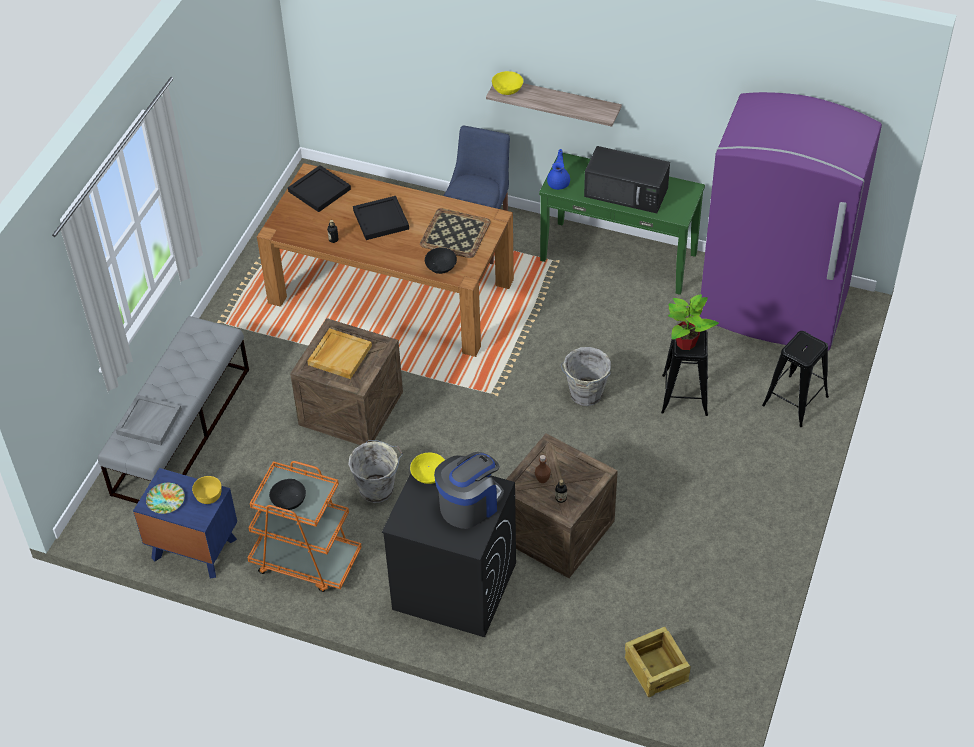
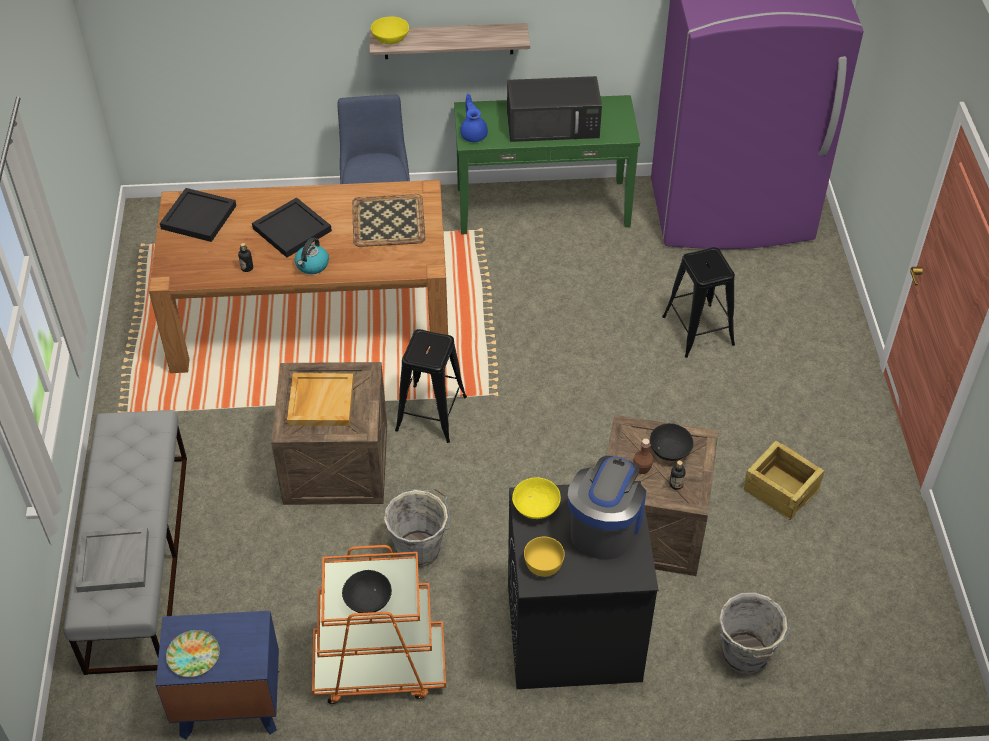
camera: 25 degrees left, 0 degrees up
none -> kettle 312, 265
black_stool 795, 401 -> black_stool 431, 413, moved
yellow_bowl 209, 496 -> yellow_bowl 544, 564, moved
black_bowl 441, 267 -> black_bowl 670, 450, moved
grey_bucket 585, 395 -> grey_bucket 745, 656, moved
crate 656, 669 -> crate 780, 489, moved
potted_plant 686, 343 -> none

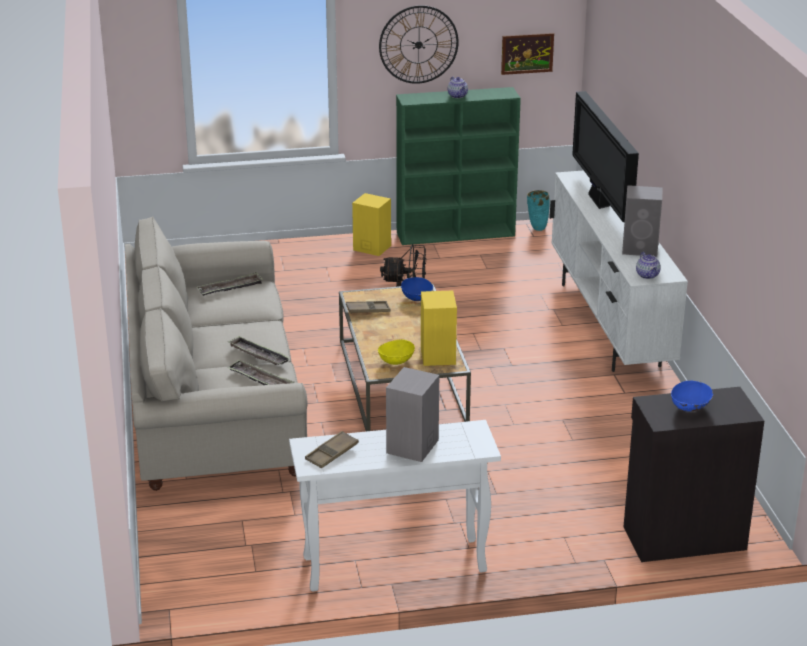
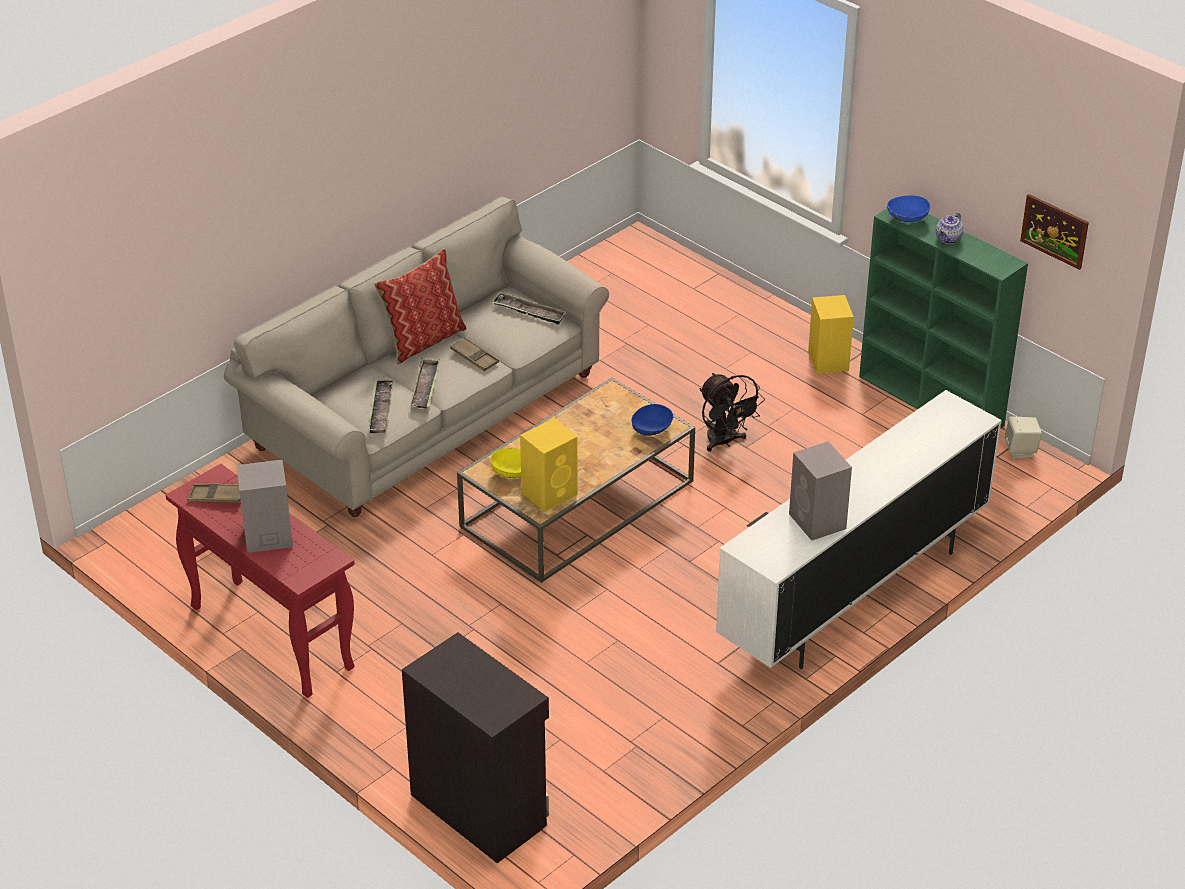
camera: 55 degrees right, 10 degrees up
white_console_table 393, 565 -> red_console_table 270, 637
none -> pillow 423, 340
brown_tray 368, 310 -> brown_tray 474, 357, moved
blue_bowl 690, 407 -> blue_bowl 907, 219, moved
turquoise_vase 537, 228 -> beige_speaker 1021, 451
wall_clock 418, 44 -> none
television 599, 202 -> none
teapot 648, 275 -> none

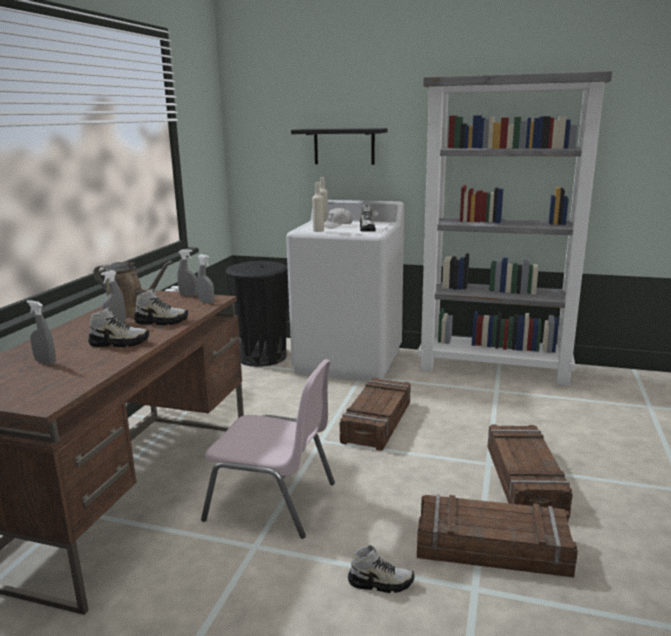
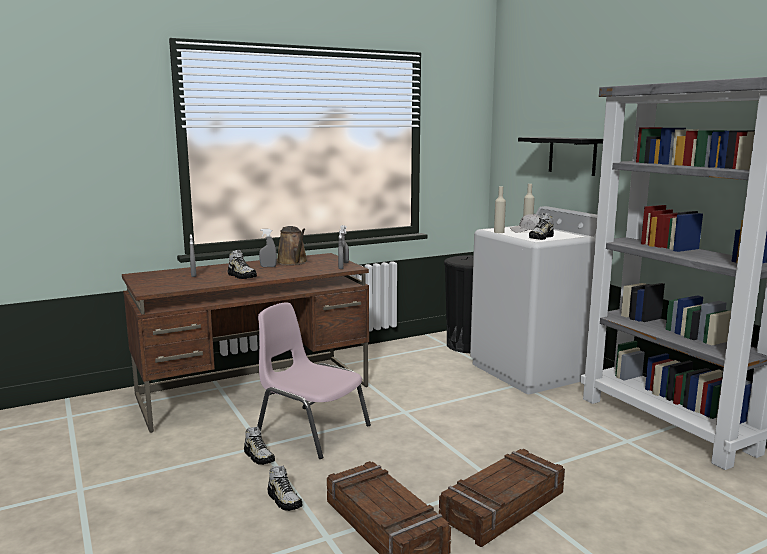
camera: 45 degrees right, 5 degrees down
shoe 161, 322 -> shoe 259, 456, moved
pink_chair 273, 501 -> pink_chair 311, 430, 150 degrees clockwise
crate 378, 422 -> none

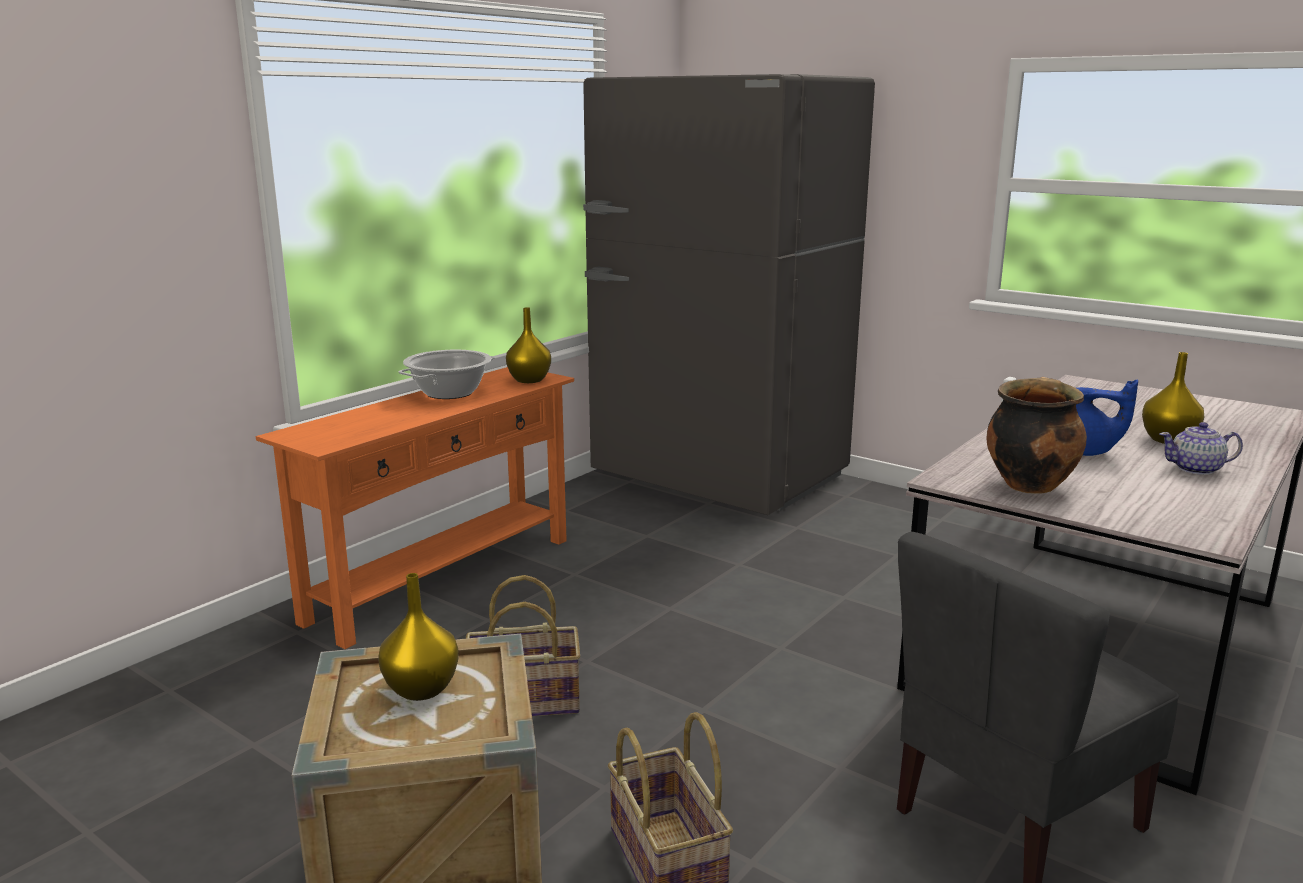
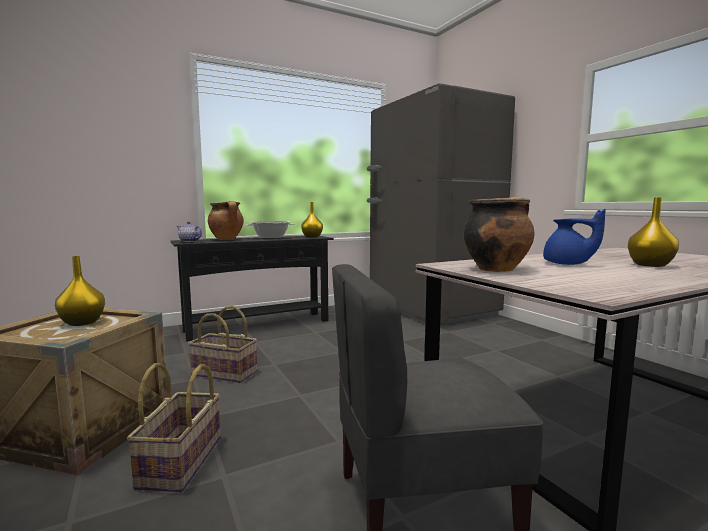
camera: 25 degrees right, 10 degrees down
orange_console_table 442, 579 -> black_console_table 258, 325
teapot 1196, 469 -> teapot 189, 241, moved
none -> cooking_pot 227, 239

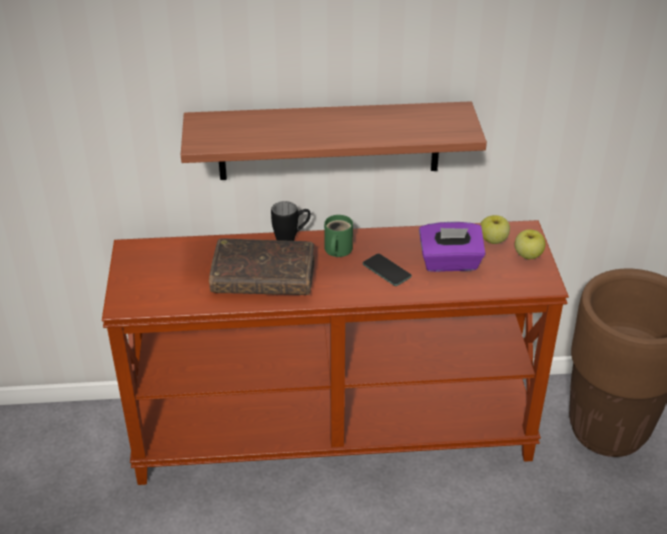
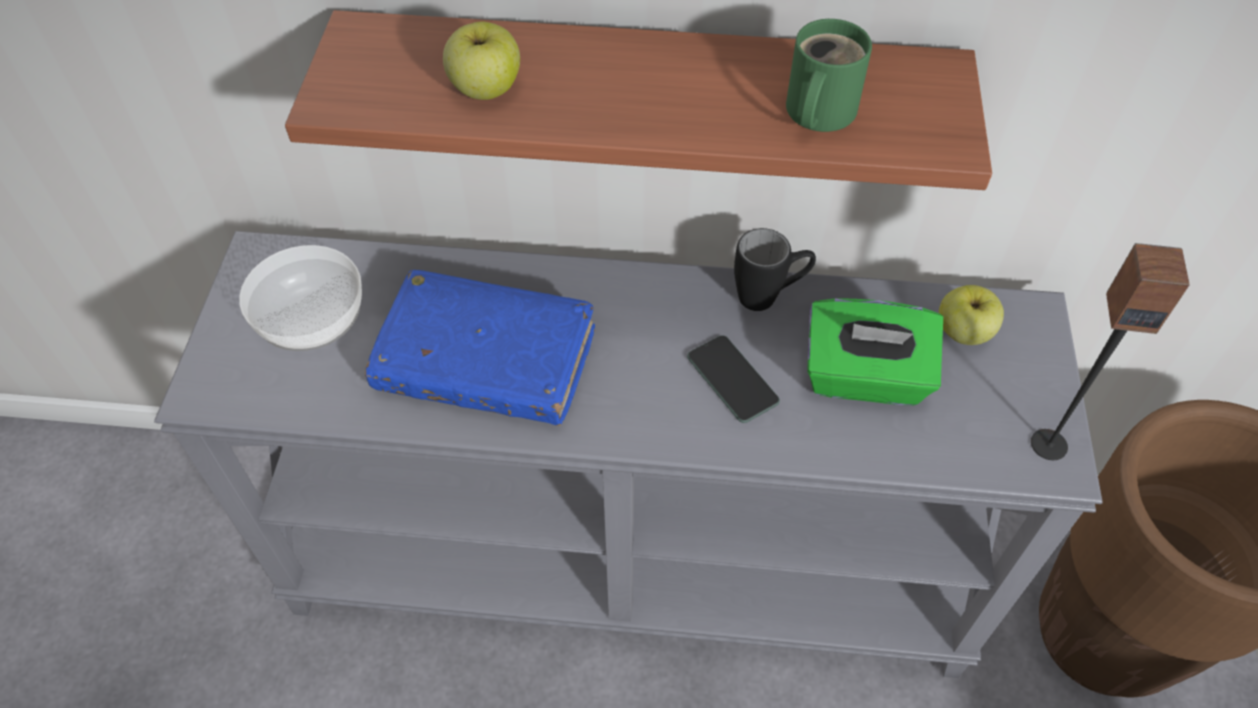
camera: 10 degrees right, 15 degrees up
brown_console_table 334, 430 -> grey_console_table 631, 559
none -> bowl 311, 320
brown_book 263, 277 -> blue_book 486, 361
apple 528, 255 -> apple 485, 88, moved
black_mug 291, 238 -> black_mug 769, 296, moved
green_mug 336, 250 -> green_mug 816, 112, moved
purple_tissue_box 450, 263 -> green_tissue_box 864, 378
none -> speaker 1049, 444

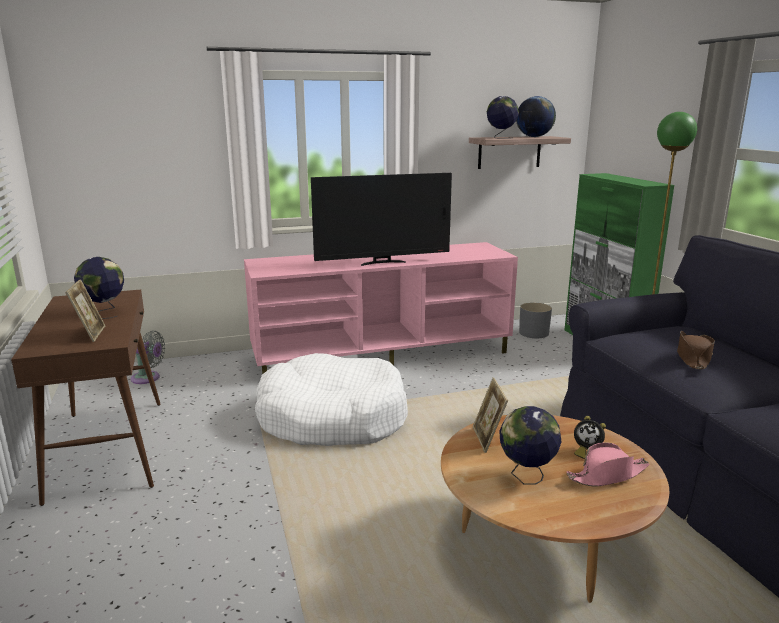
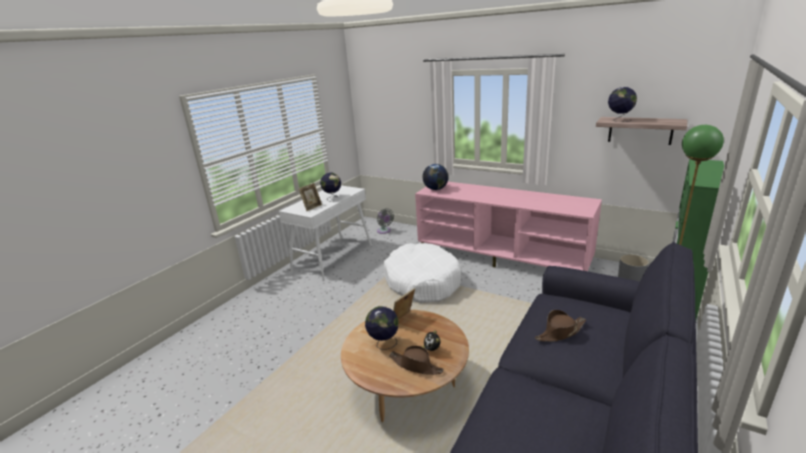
camera: 50 degrees right, 5 degrees up
brown_console_table 108, 447 -> white_console_table 333, 257
pink_hat 607, 475 -> brown_hat 416, 365
globe 534, 137 -> globe 436, 189, moved
television 382, 262 -> none

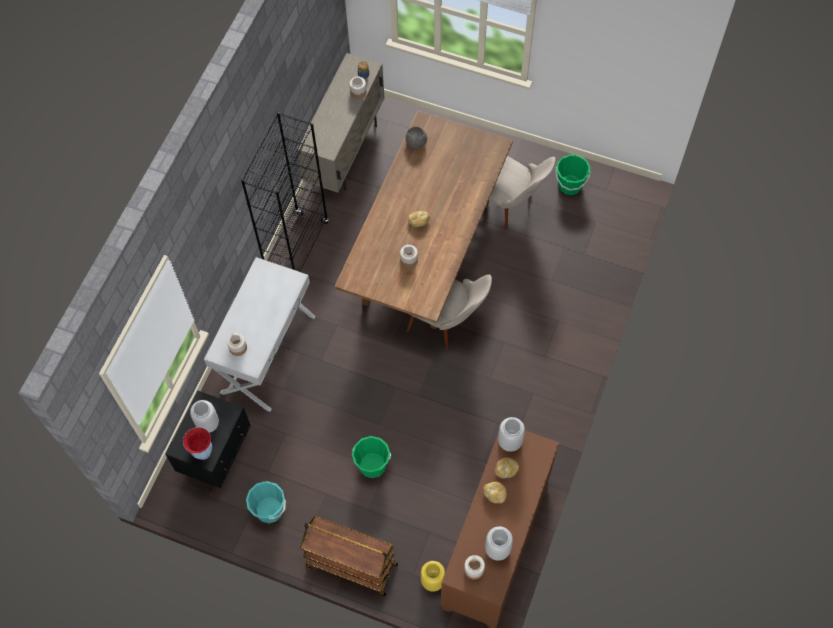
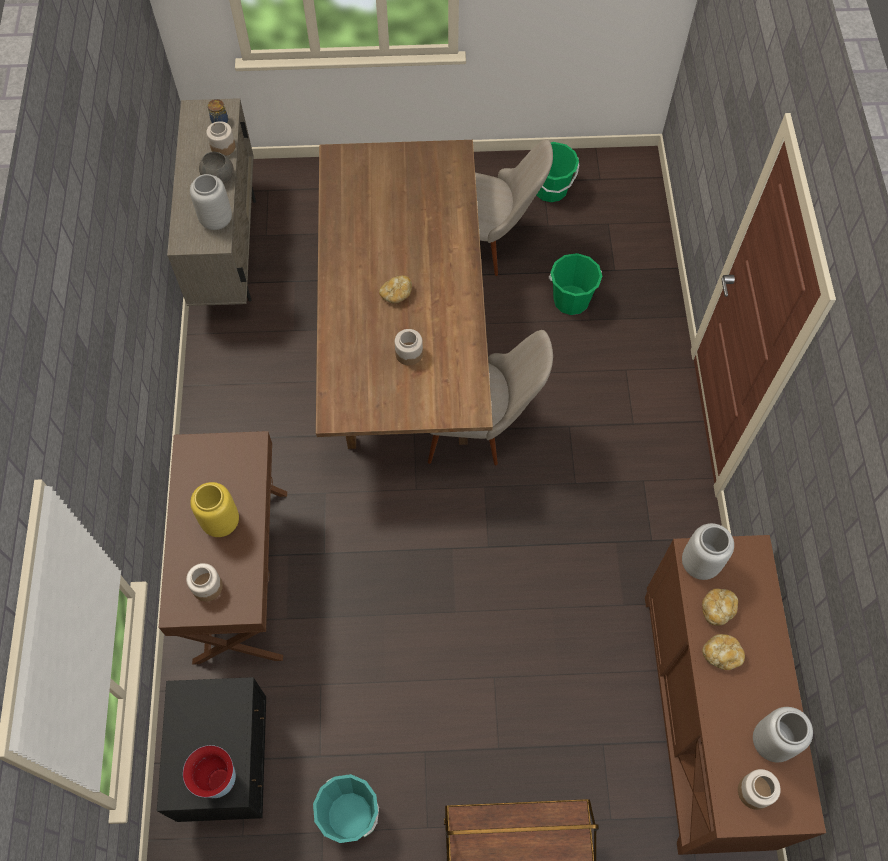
camera: 25 degrees left, 0 degrees up
white_console_table 267, 353 -> brown_console_table 240, 574
grey_vase 208, 423 -> grey_vase 216, 220, moved
yellow_vase 432, 581 -> yellow_vase 220, 522, moved
grey_bowl 416, 142 -> grey_bowl 218, 177, moved
green_bucket 372, 465 -> green_bucket 571, 300, moved
black_bookcase 297, 248 -> none

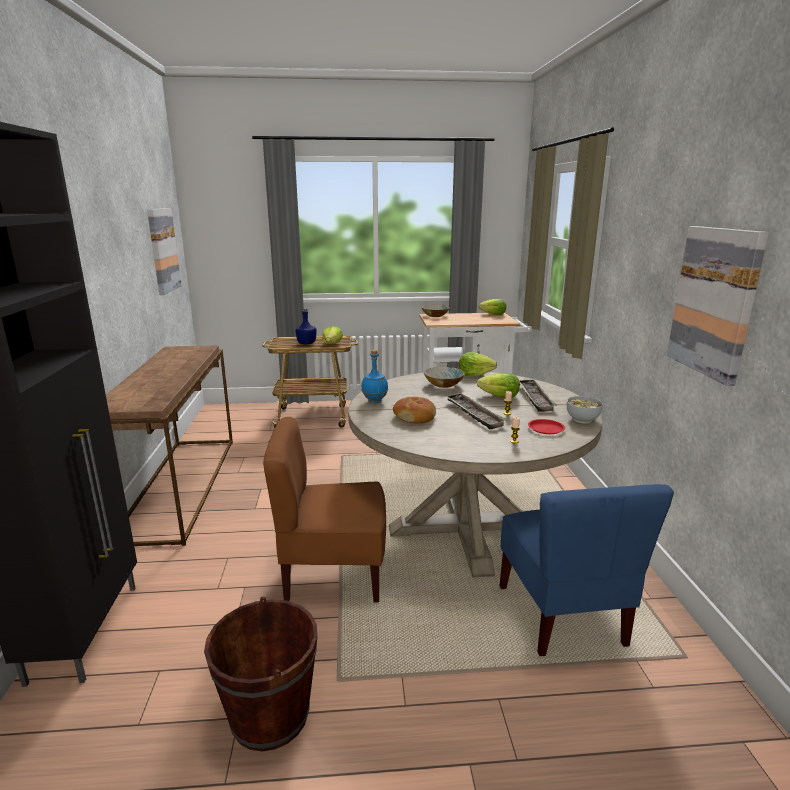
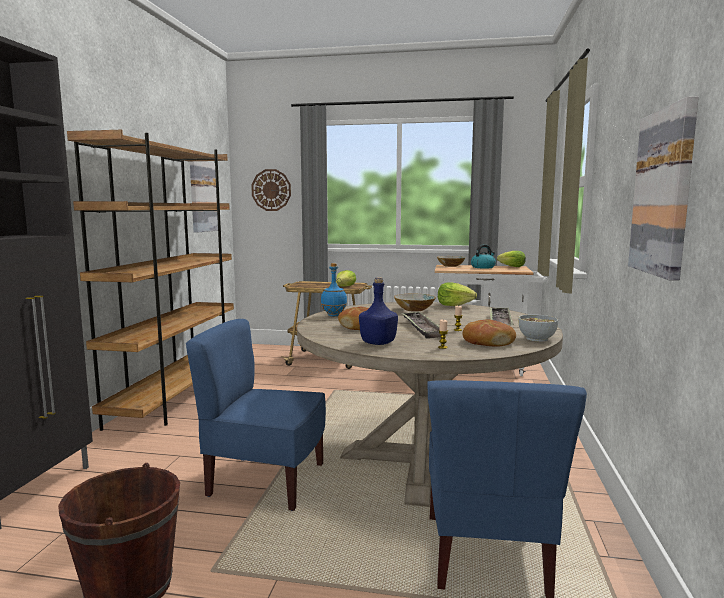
camera: 15 degrees right, 10 degrees down
brown_console_table 179, 486 -> brown_bookcase 176, 398
brown_chair 333, 574 -> blue_chair 265, 481
none -> wall_clock 271, 190
blue_bottle 307, 343 -> blue_bottle 378, 343, moved
red_plate 545, 429 -> bread 487, 342
none -> kettle 483, 267
lettuce 499, 396 -> none

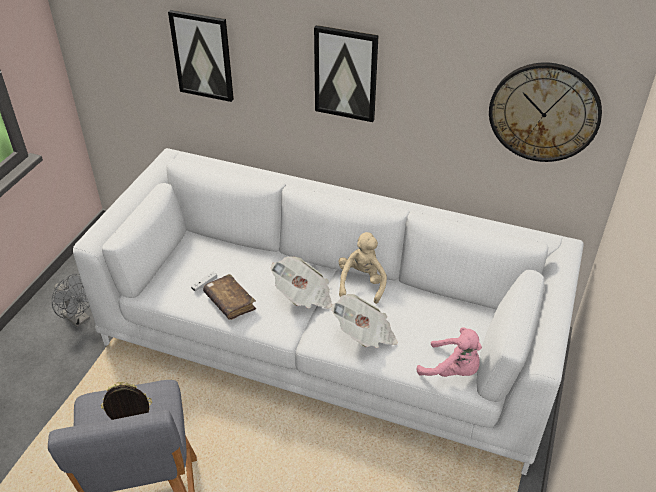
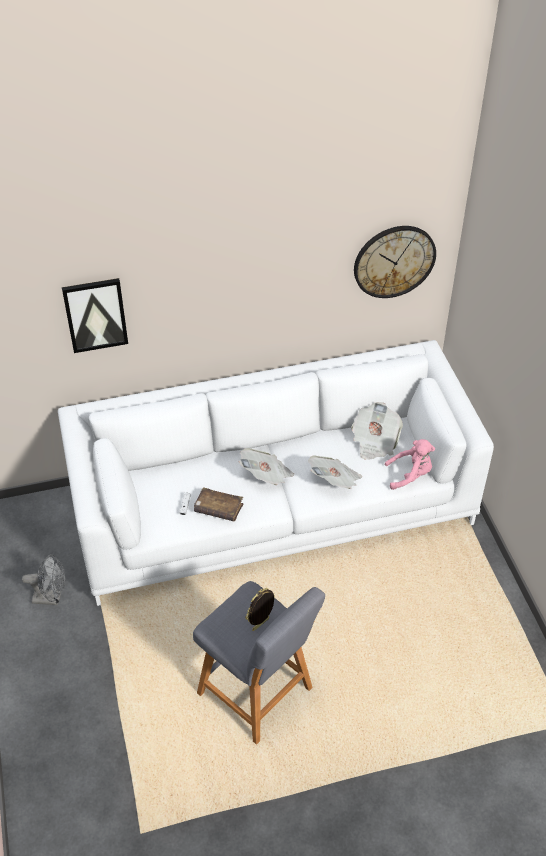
camera: 35 degrees left, 5 degrees up
none -> newspaper 375, 441
picture 346, 73 -> none
beige_plush_toy 362, 283 -> none

